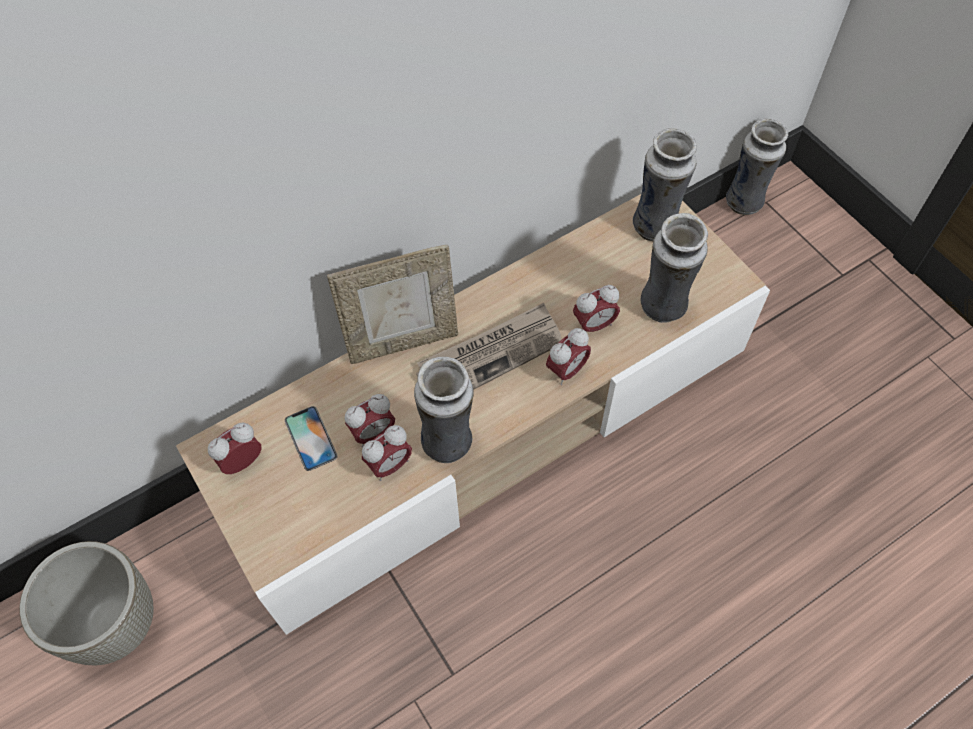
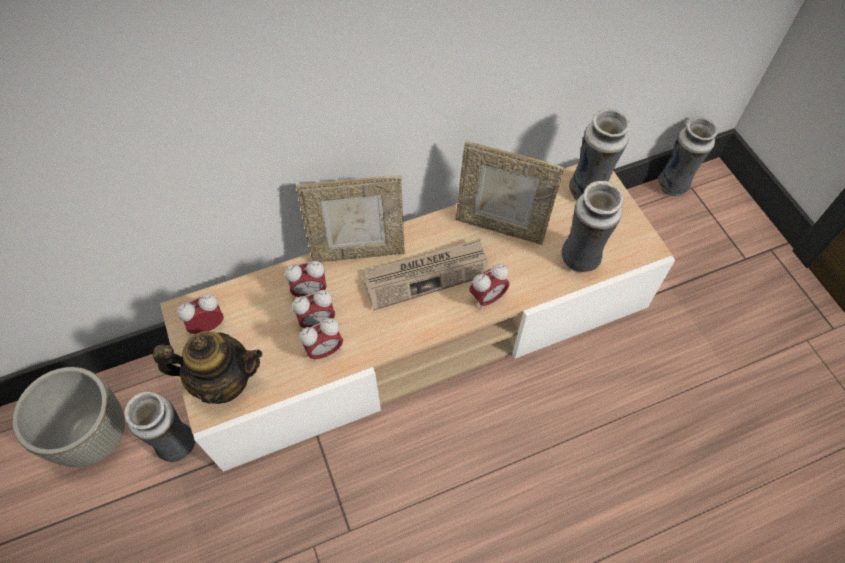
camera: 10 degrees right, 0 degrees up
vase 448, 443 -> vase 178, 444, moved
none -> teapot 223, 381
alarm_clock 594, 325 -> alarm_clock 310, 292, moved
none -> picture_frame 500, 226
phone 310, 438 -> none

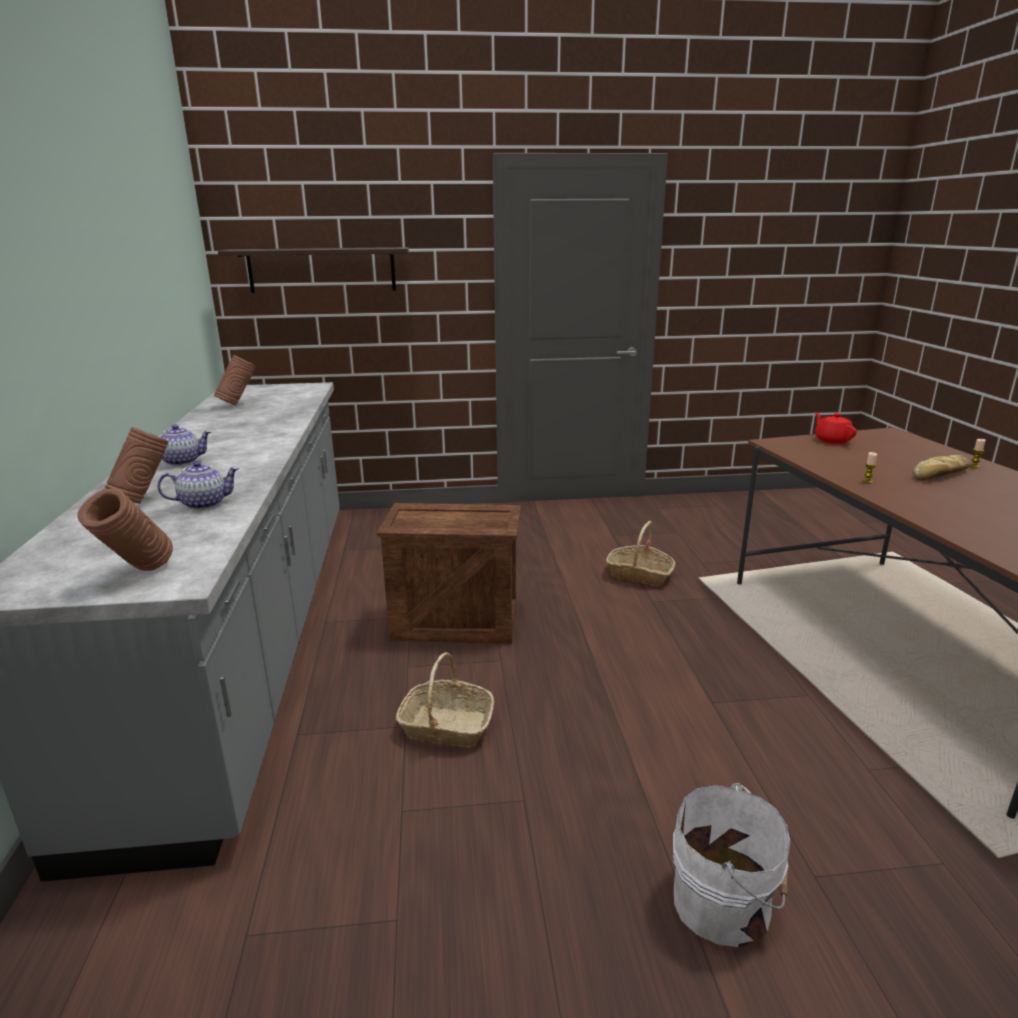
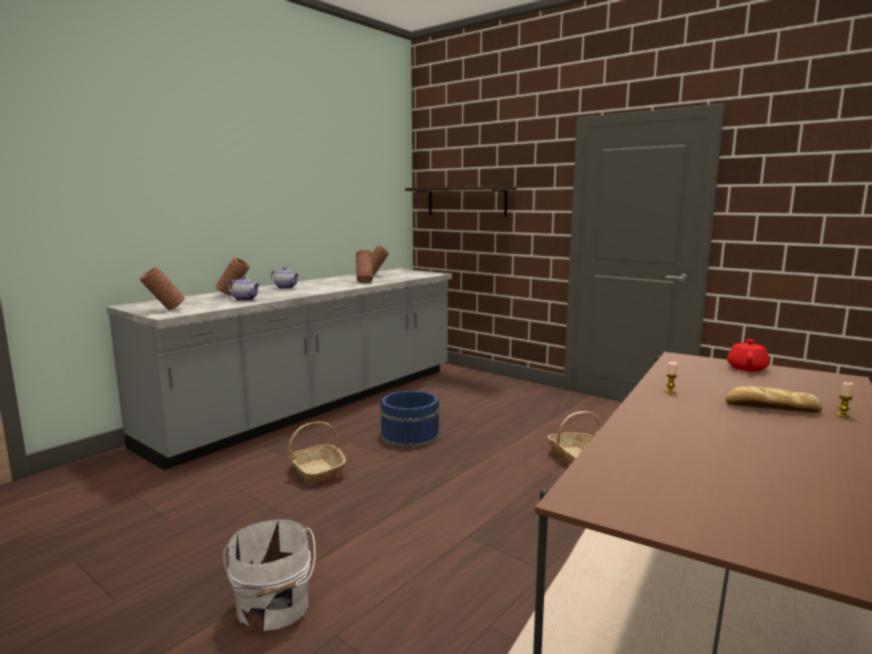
camera: 45 degrees right, 10 degrees down
none -> brown_vase 365, 282
crate 454, 623 -> blue_bucket 409, 435

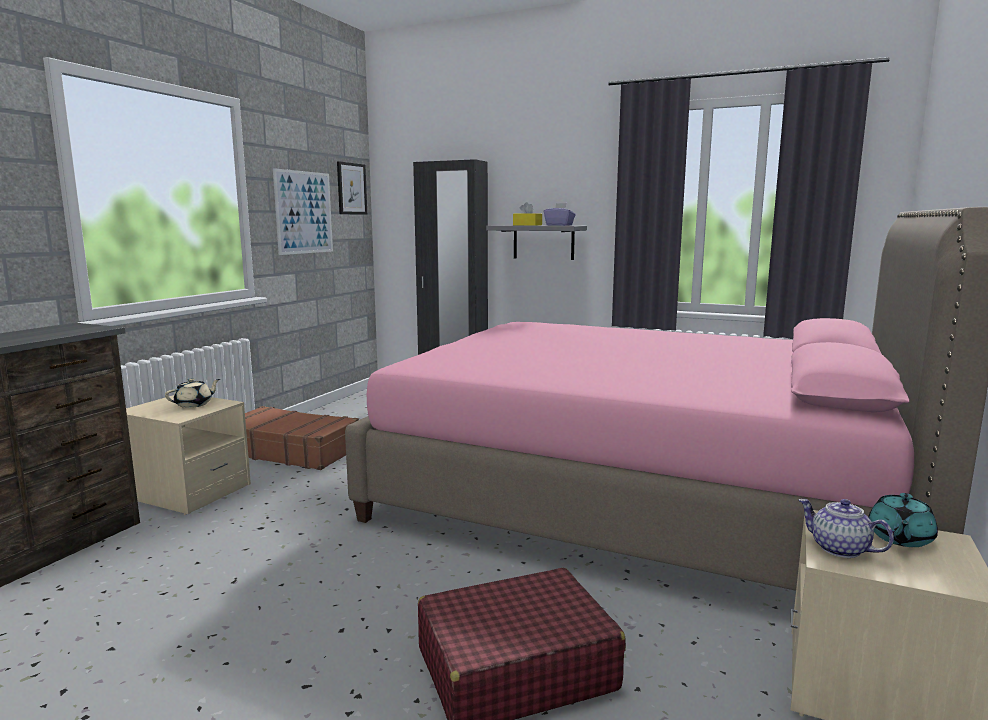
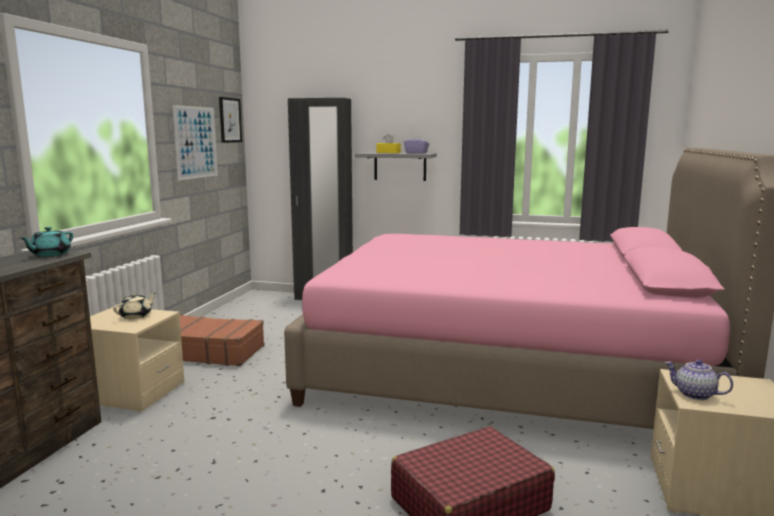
camera: 10 degrees left, 0 degrees up
turquoise_teapot 899, 538 -> turquoise_teapot 50, 254, moved

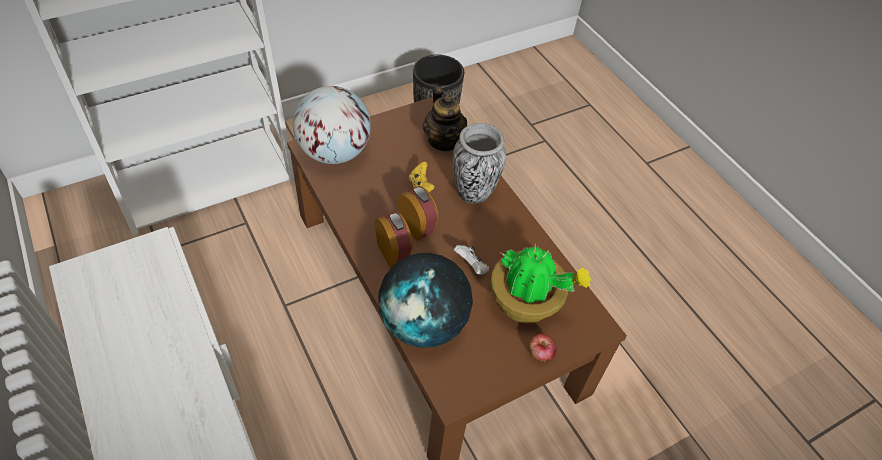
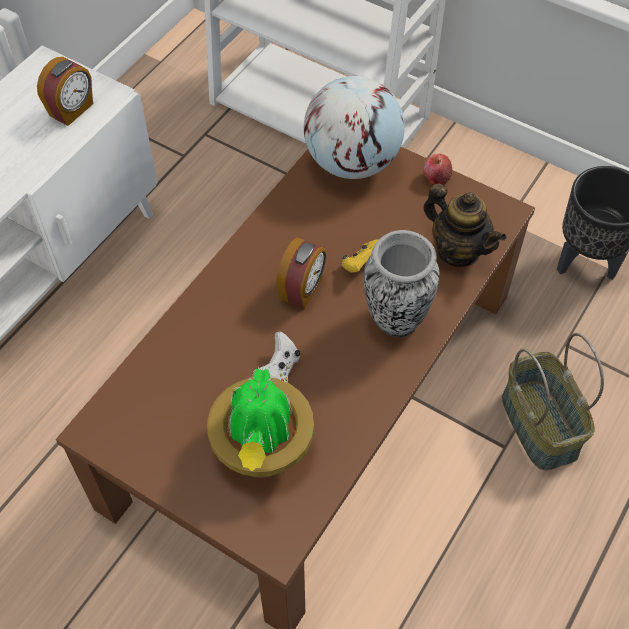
camera: 65 degrees right, 5 degrees up
alarm_clock 394, 252 -> alarm_clock 72, 110, moved
apple 540, 353 -> apple 436, 178, moved
teapot 443, 141 -> teapot 458, 250, 90 degrees counterclockwise
none -> basket 541, 425
globe 424, 324 -> none

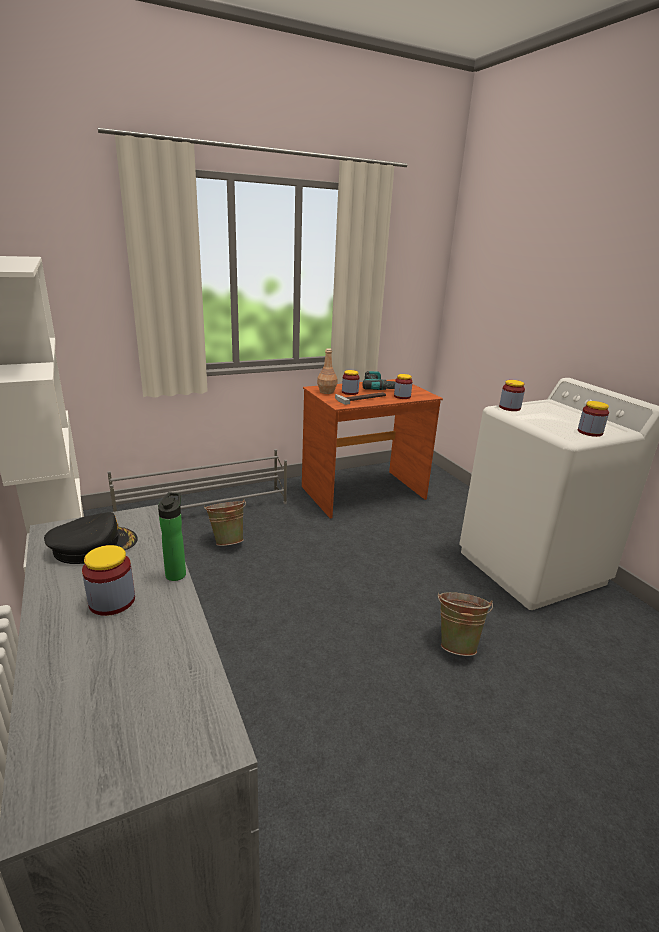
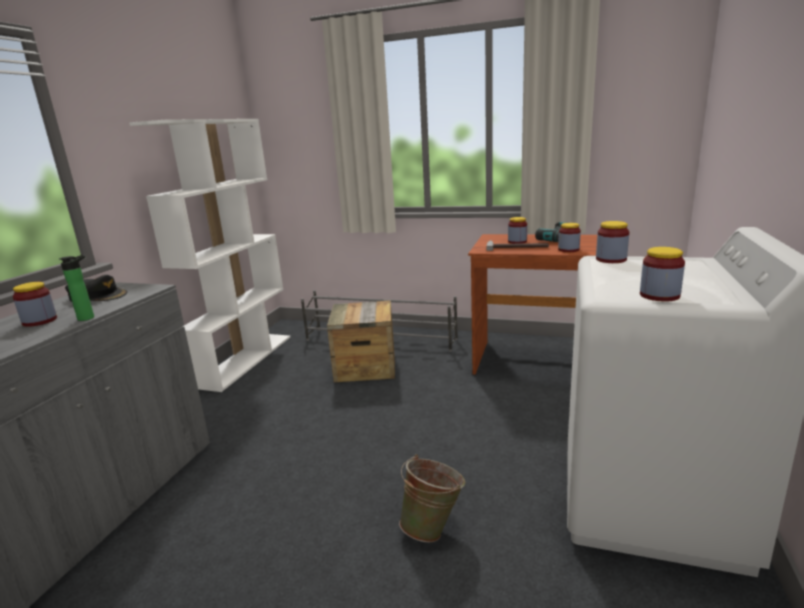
camera: 45 degrees right, 5 degrees down
green_bucket 227, 541 -> crate 365, 366
brown_bottle 327, 392 -> none

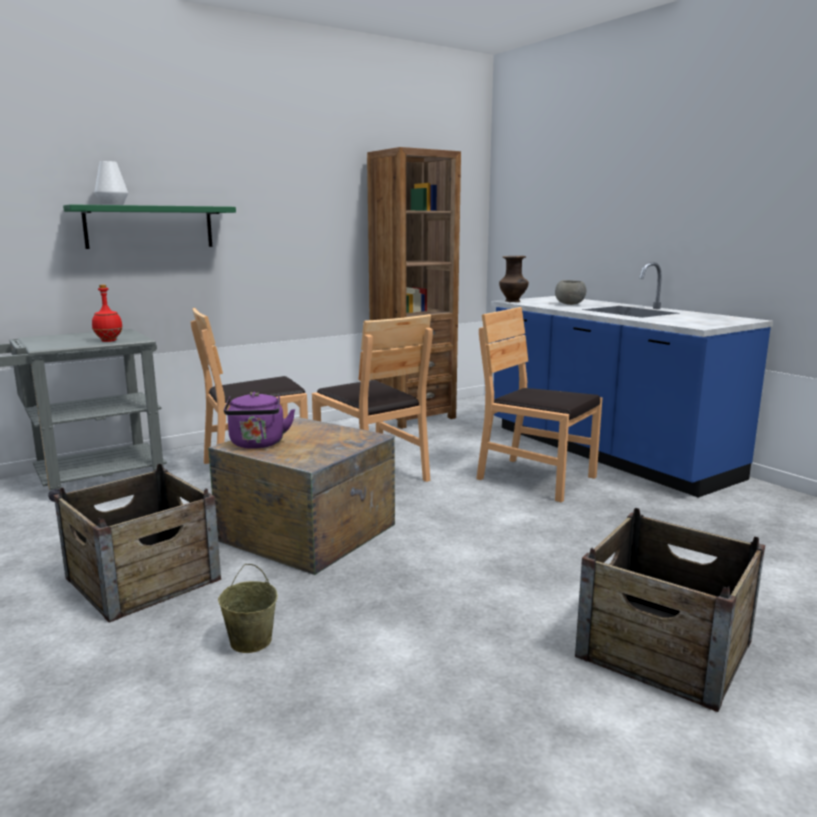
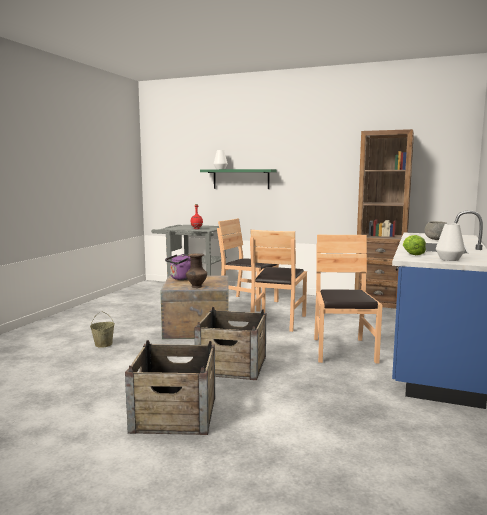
camera: 55 degrees right, 5 degrees down
brown_vase 513, 301 -> brown_vase 196, 287, moved
crate 143, 578 -> crate 232, 365, moved
none -> lettuce 412, 253
none -> white_vase 449, 259

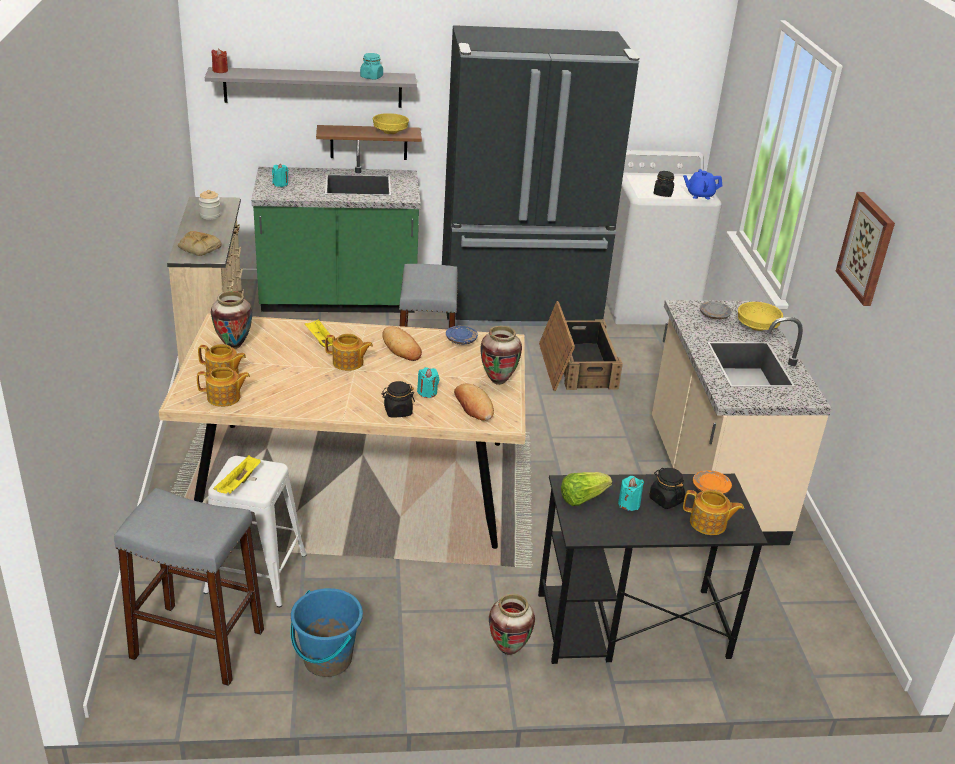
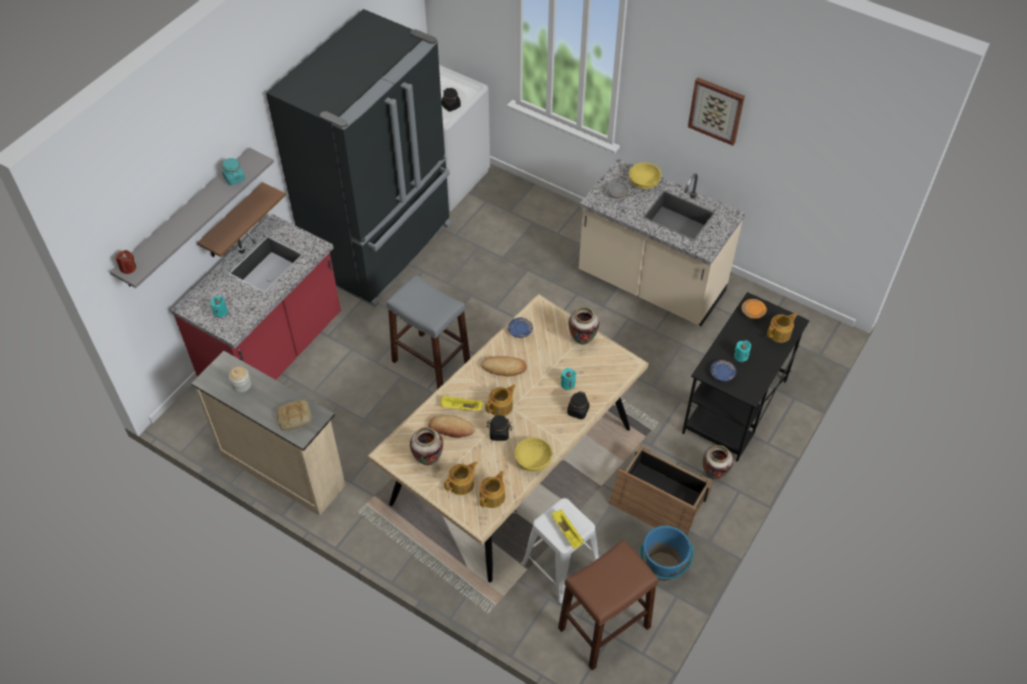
camera: 50 degrees left, 20 degrees up
green_counter 338, 301 -> red_counter 274, 351
bread 473, 406 -> bread 451, 429, moved
black_jar 665, 500 -> black_jar 499, 433, moved
yellow_bowl 390, 132 -> yellow_bowl 533, 460, moved
grey_stool 197, 643 -> brown_stool 604, 628
crate 576, 366 -> crate 658, 500, moved
lettuce 582, 498 -> blue_plate 722, 373
blue_teapot 699, 195 -> none

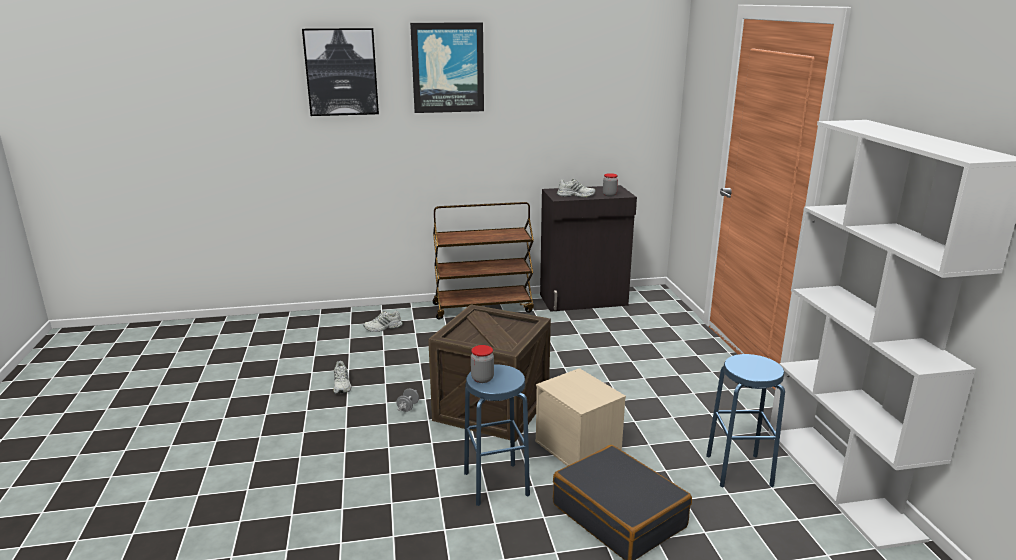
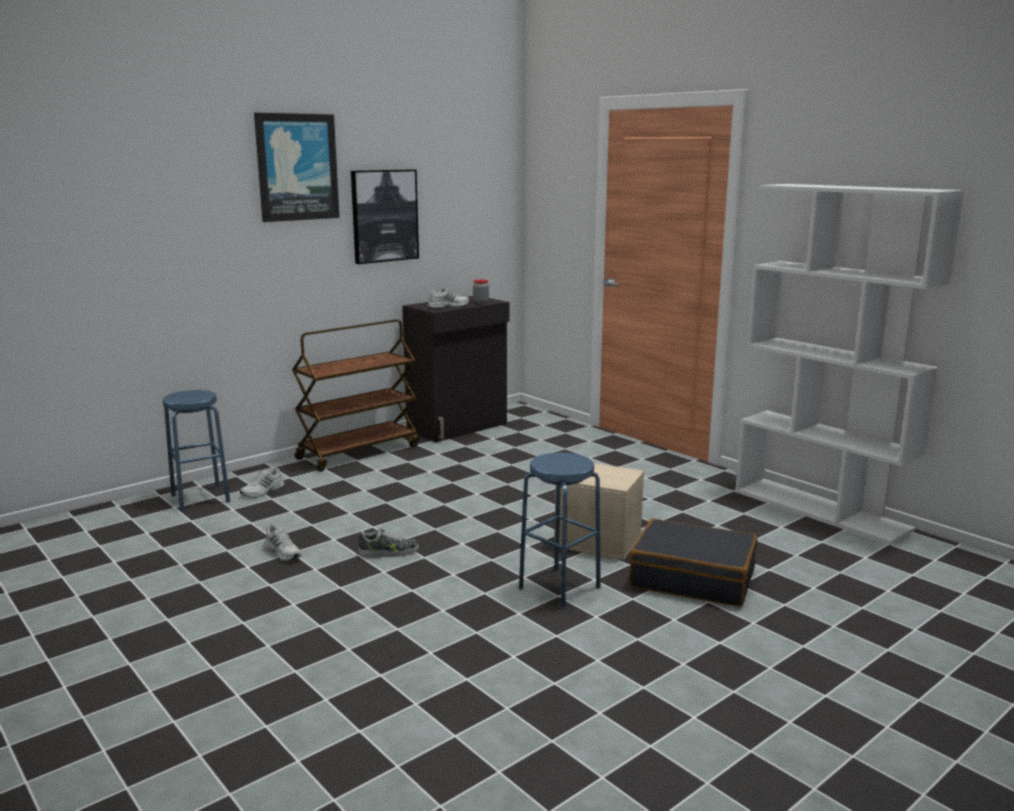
camera: 30 degrees left, 5 degrees down
blue_stool 738, 470 -> blue_stool 200, 498, moved
picture 341, 72 -> picture 384, 216, moved
grey_dumbbell 408, 407 -> shoe 388, 553
crate 492, 408 -> none
jar 482, 378 -> none

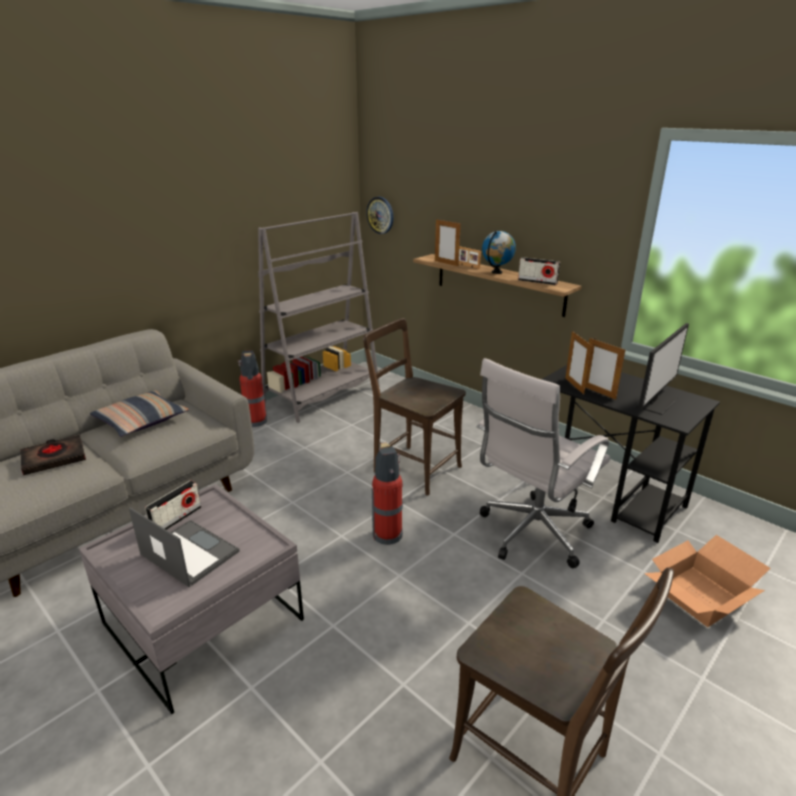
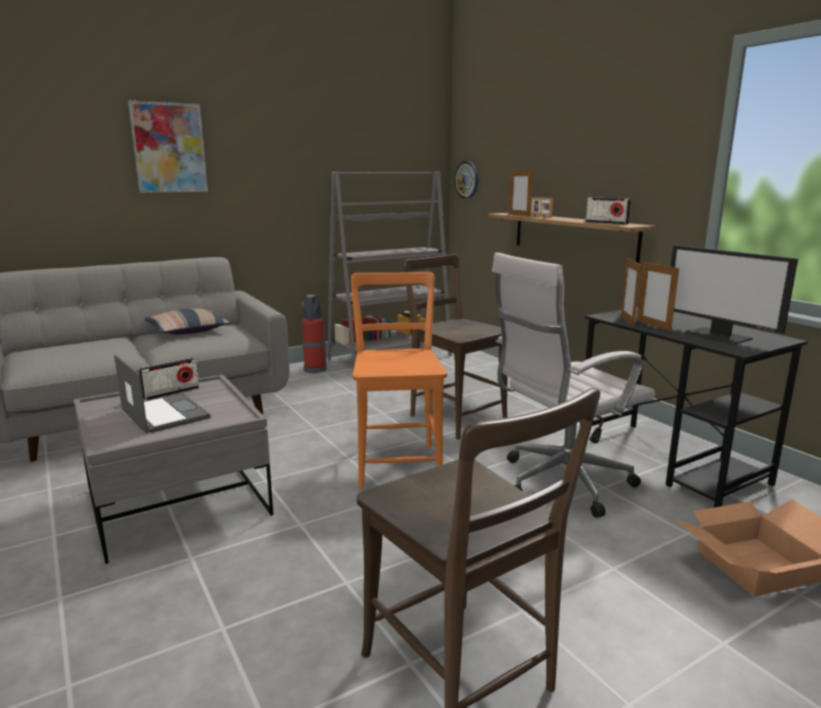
camera: 15 degrees right, 10 degrees down
none -> picture 169, 148
fire_extinguisher 387, 534 -> orange_chair 397, 463
monitor 655, 402 -> monitor 719, 335, 90 degrees clockwise
black_book 54, 458 -> none
globe 497, 272 -> none

